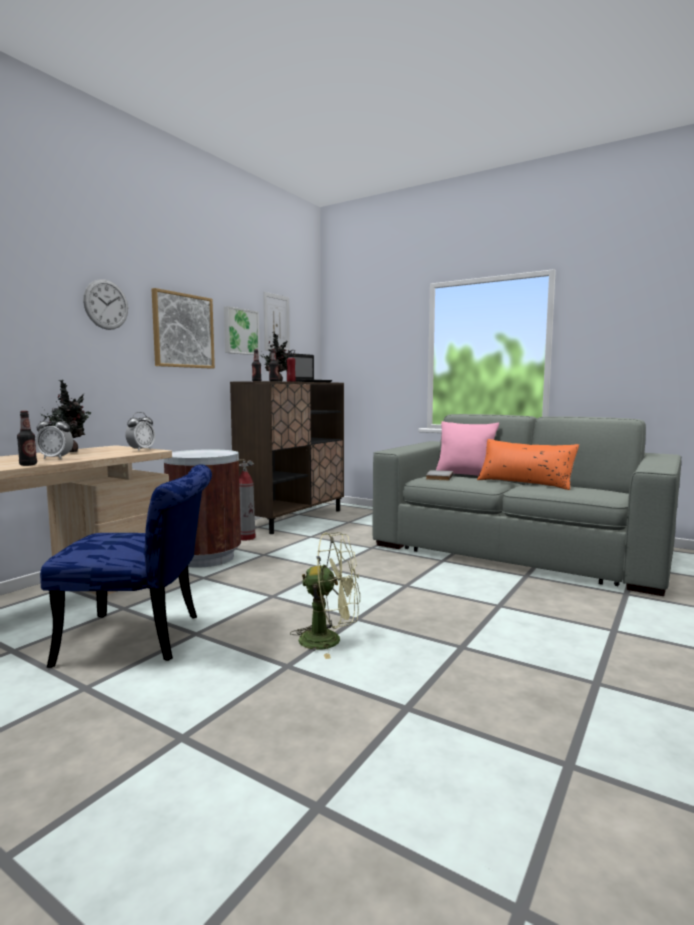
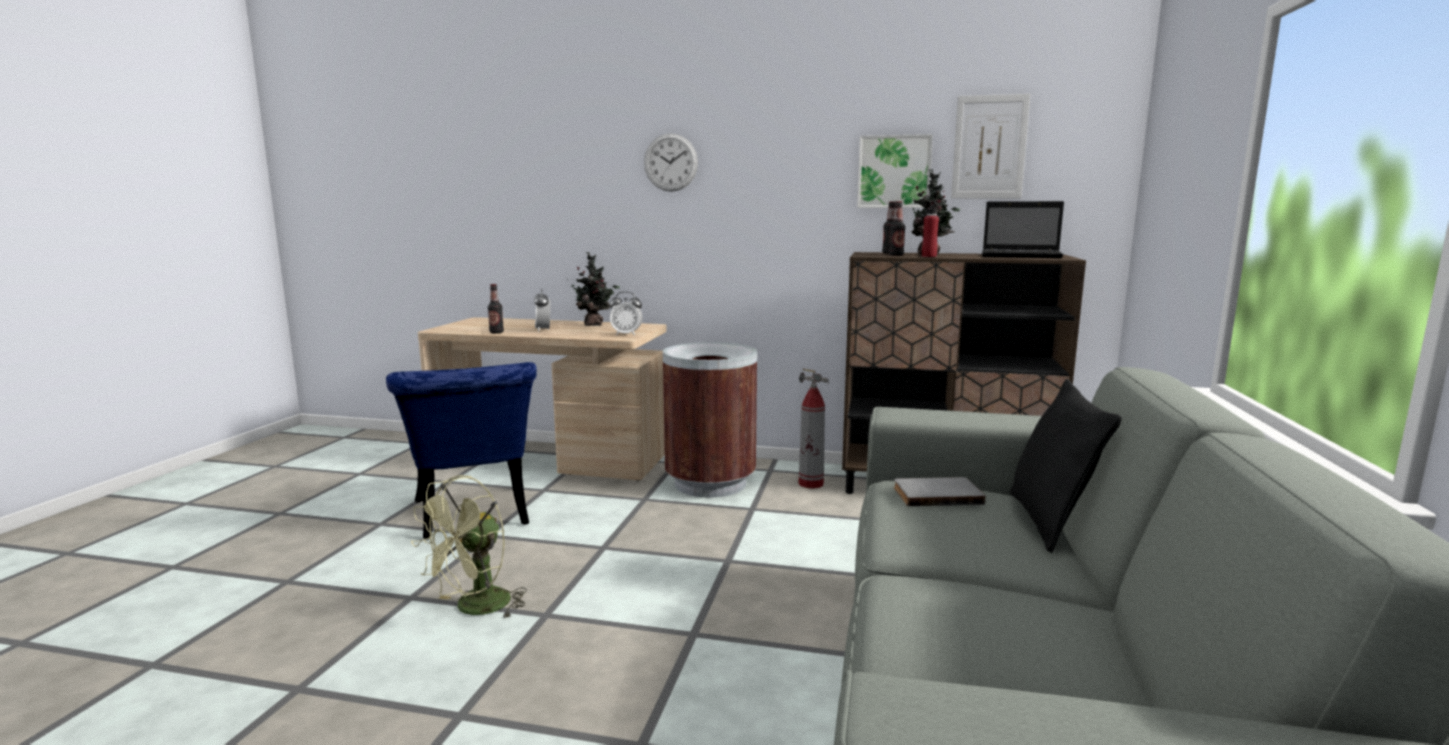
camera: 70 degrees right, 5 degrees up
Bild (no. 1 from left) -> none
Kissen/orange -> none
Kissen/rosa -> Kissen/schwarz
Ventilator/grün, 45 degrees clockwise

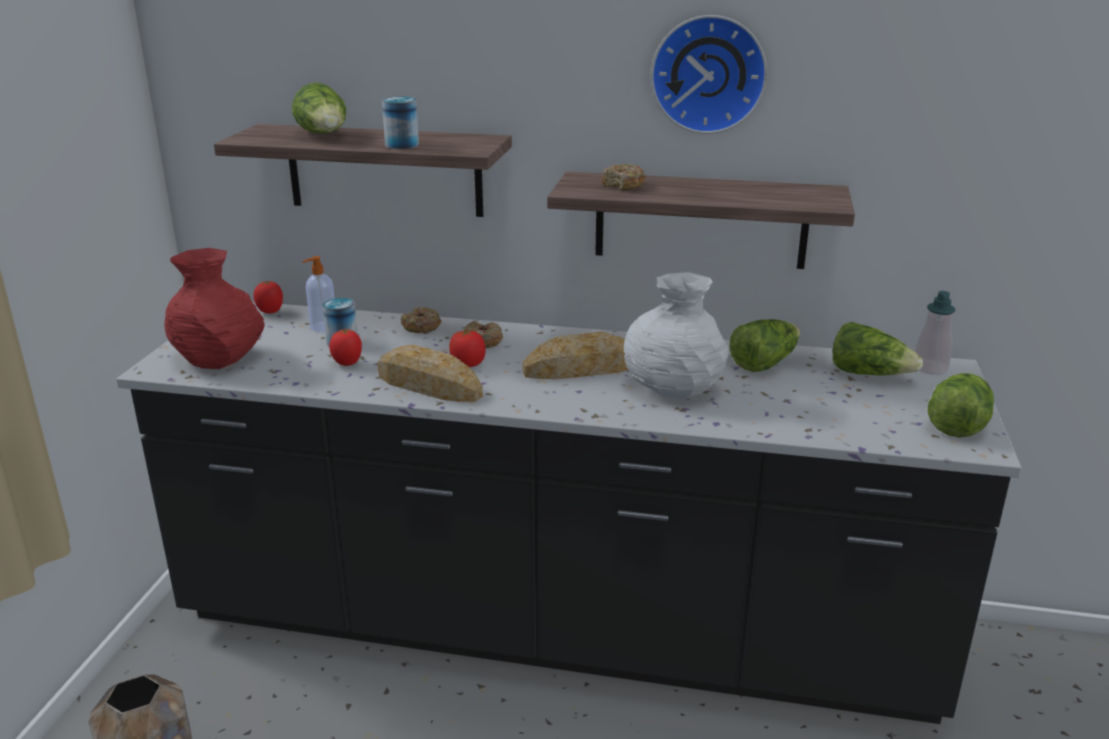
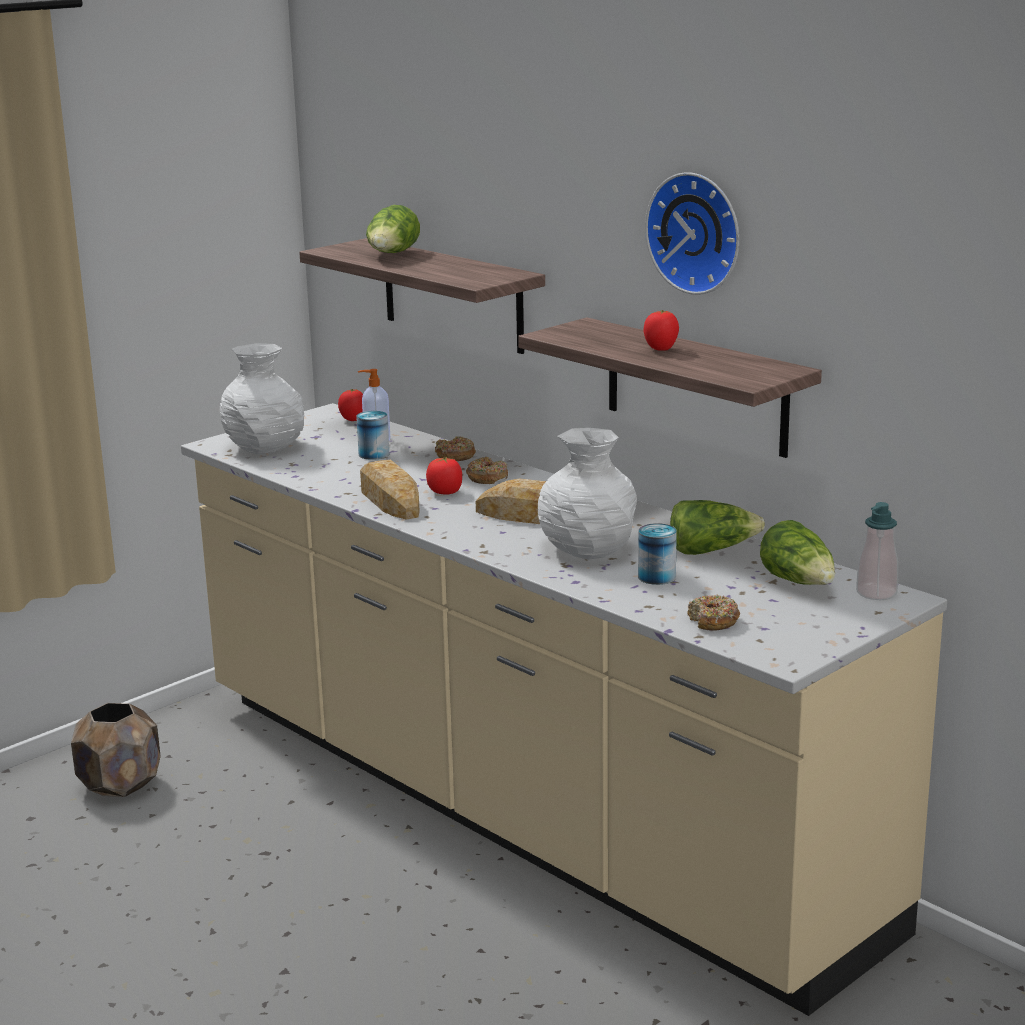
camera: 35 degrees right, 5 degrees down
Salatkopf (no. 4 from left) -> none
Tomate (no. 2 from left in the first image) -> Tomate (no. 3 from left), relocated
Dose (no. 2 from left), relocated
Donut (no. 3 from left), relocated
Küchenzeile/schwarz -> Küchenzeile/beige
Vase/rot -> Vase/weiß (no. 1 from left)

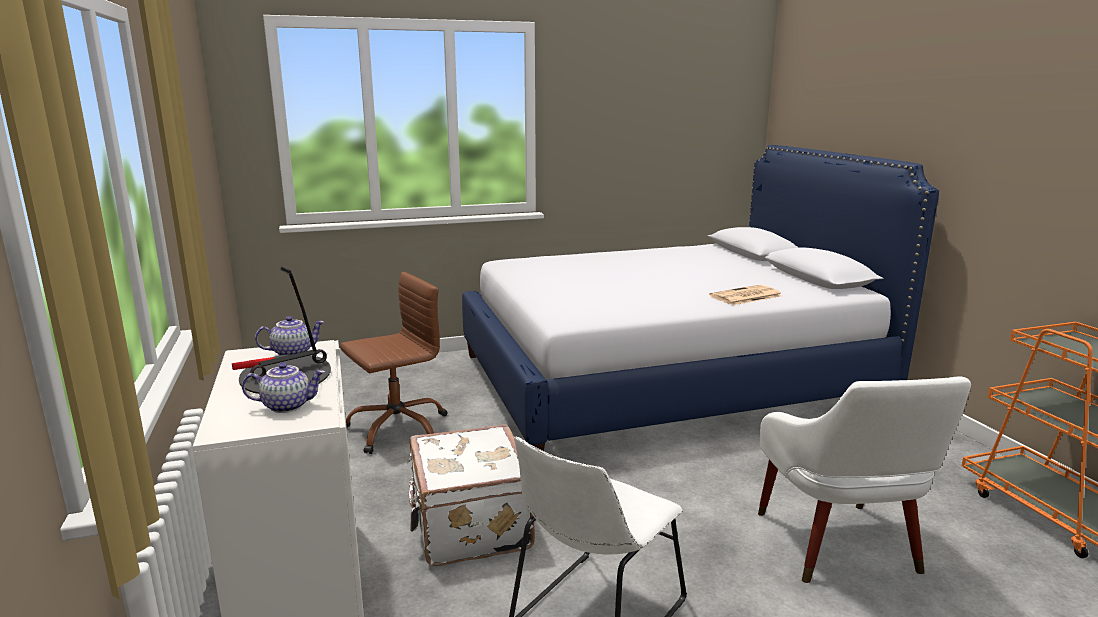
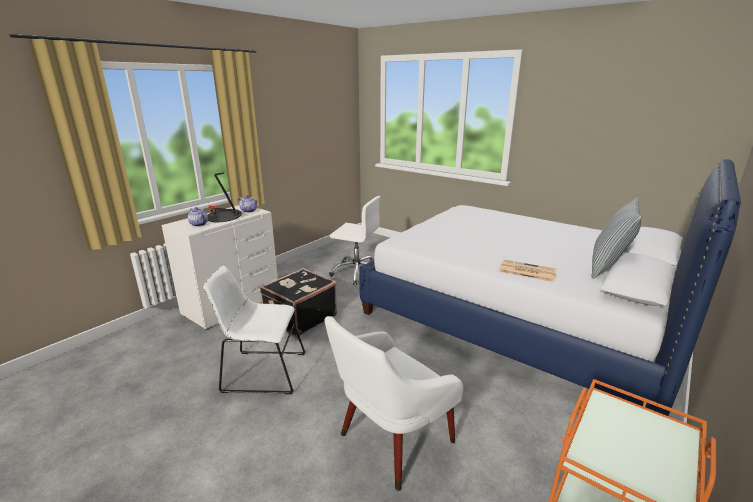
camera: 55 degrees right, 5 degrees up
none -> Kissen
Bürostuhl/braun -> Bürostuhl/weiß
Koffer/weiß -> Koffer/schwarz

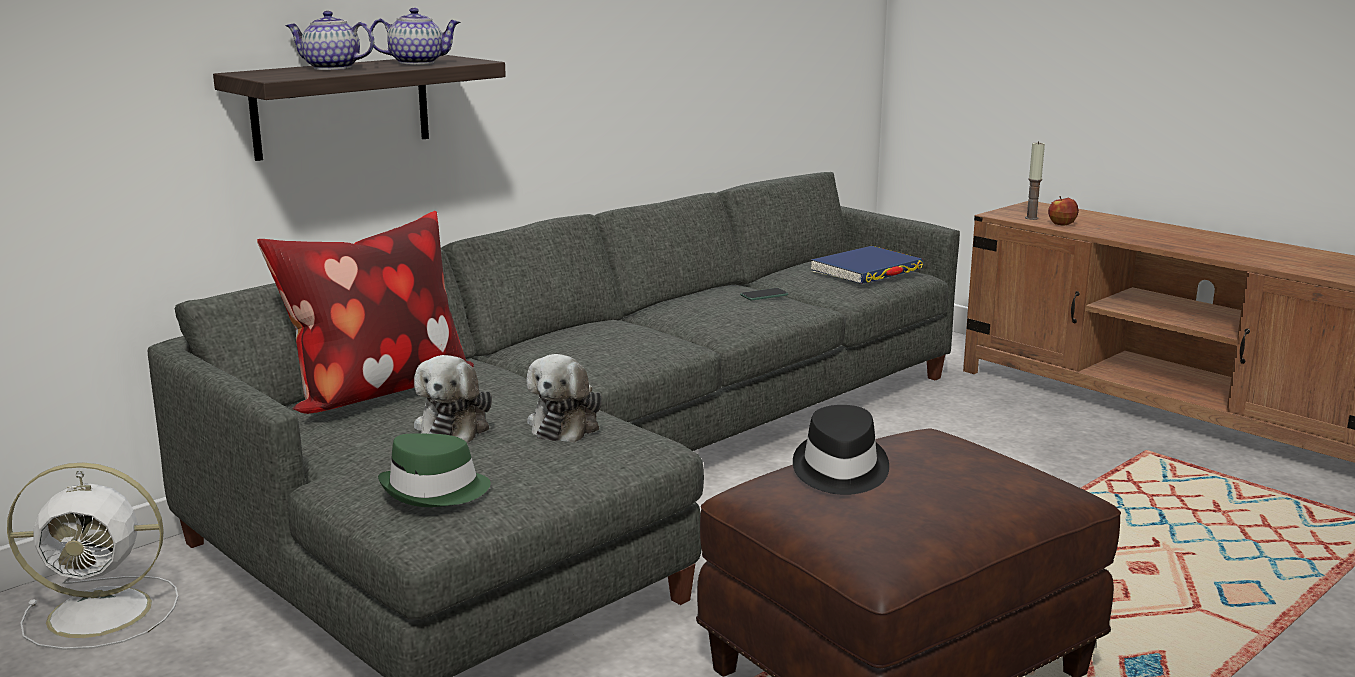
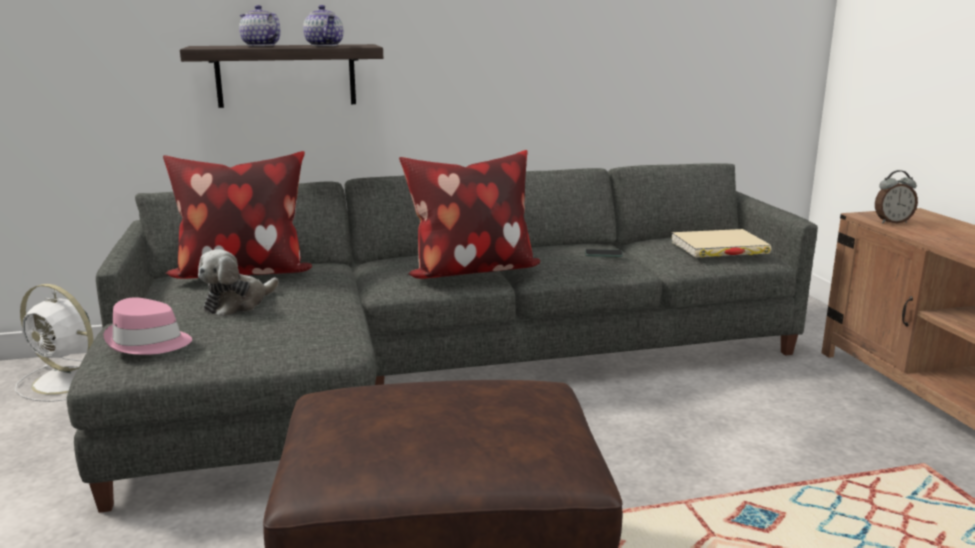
camera: 30 degrees right, 0 degrees up
Plüschtier (no. 2 from left) -> none
Hut/schwarz -> none
Apfel -> none
none -> Kissen (no. 2 from left)
Kerze -> Wecker
Hut/grün -> Hut/rosa
Buch/blau -> Buch/beige
Teekanne (no. 2 from left), 45 degrees clockwise

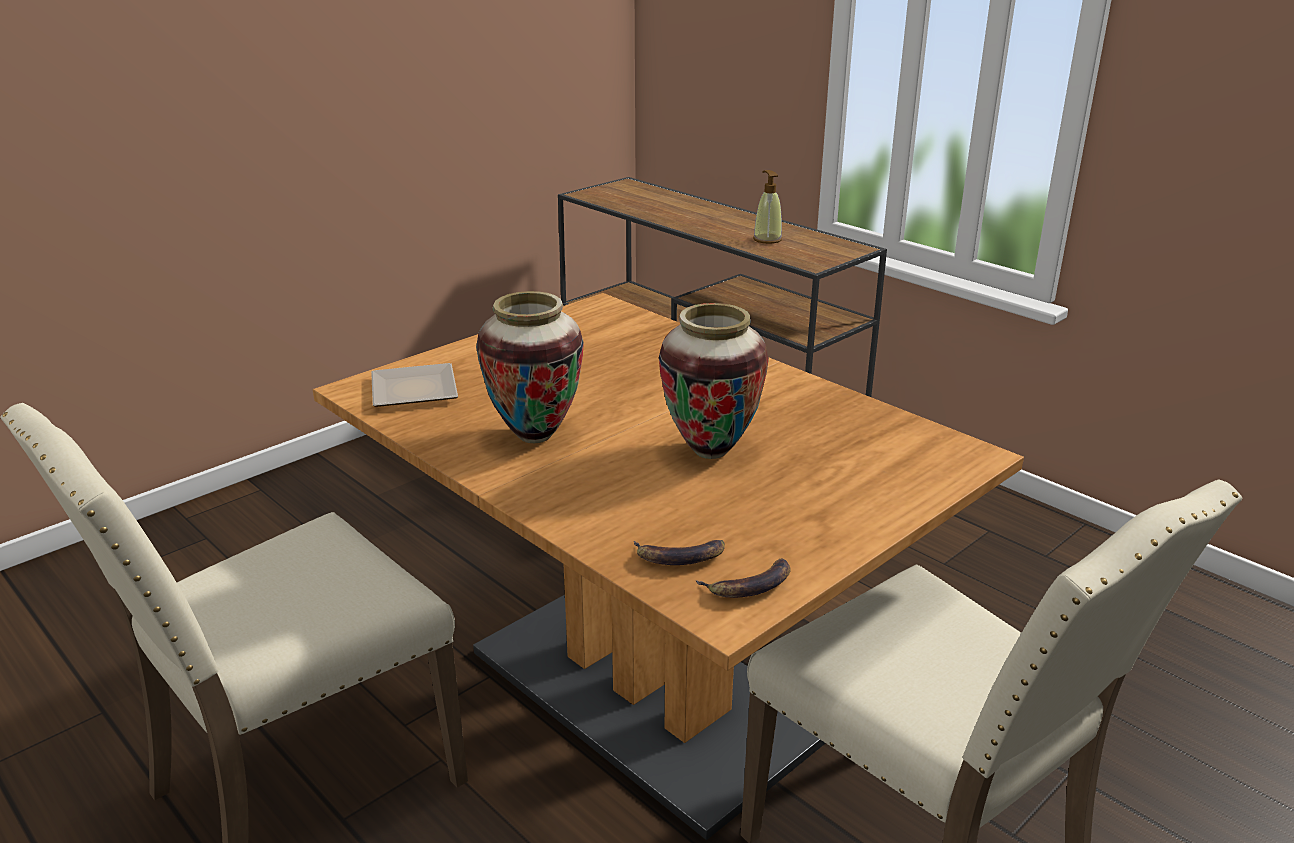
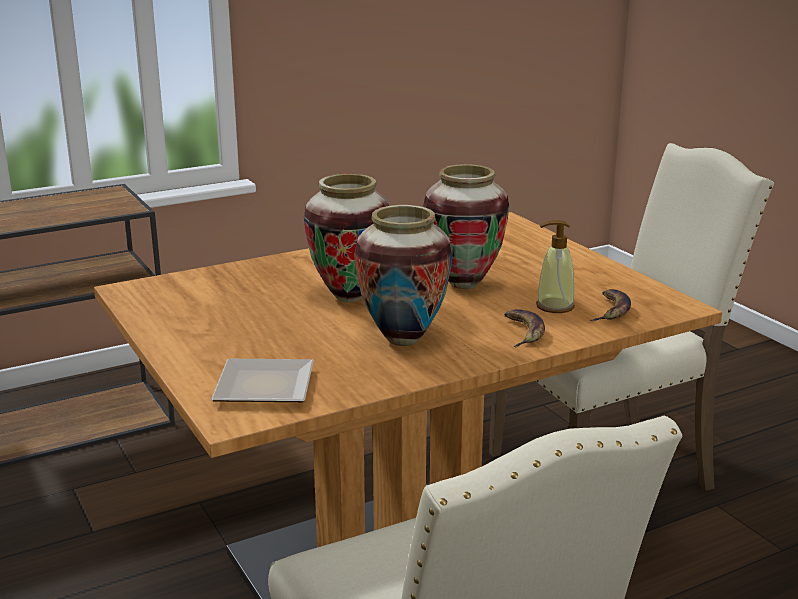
camera: 75 degrees left, 5 degrees down
none -> Vase (no. 1 from left)
Banane (no. 2 from left in the first image) -> Banane (no. 1 from left), relocated
Seifenspender, relocated

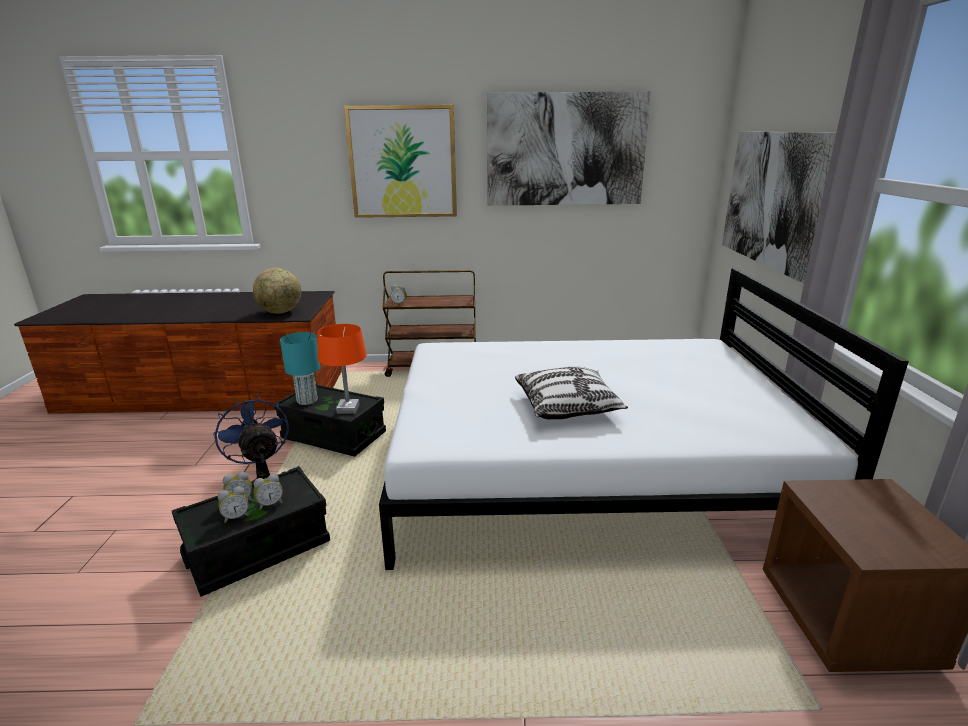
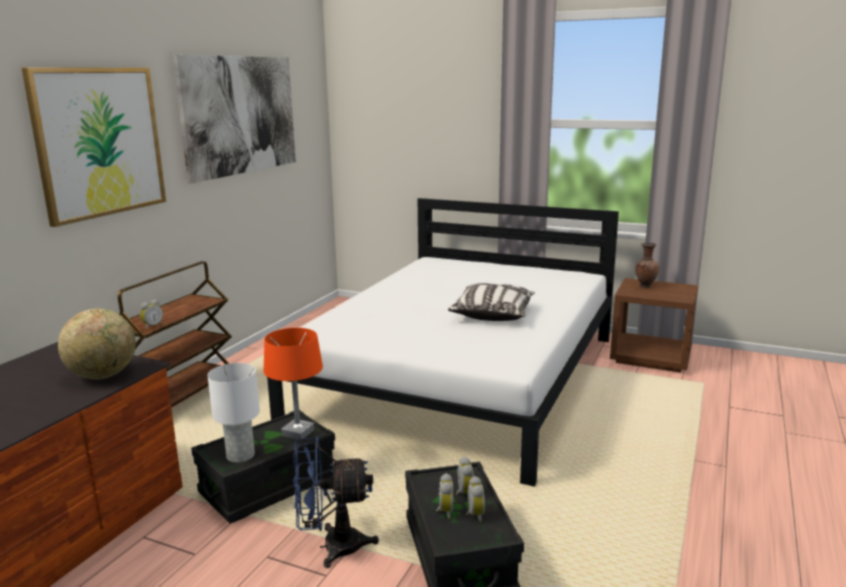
camera: 65 degrees left, 5 degrees down
Bild (no. 3 from left) -> none
none -> Vase/braun
Tischlampe/türkis -> Tischlampe/weiß

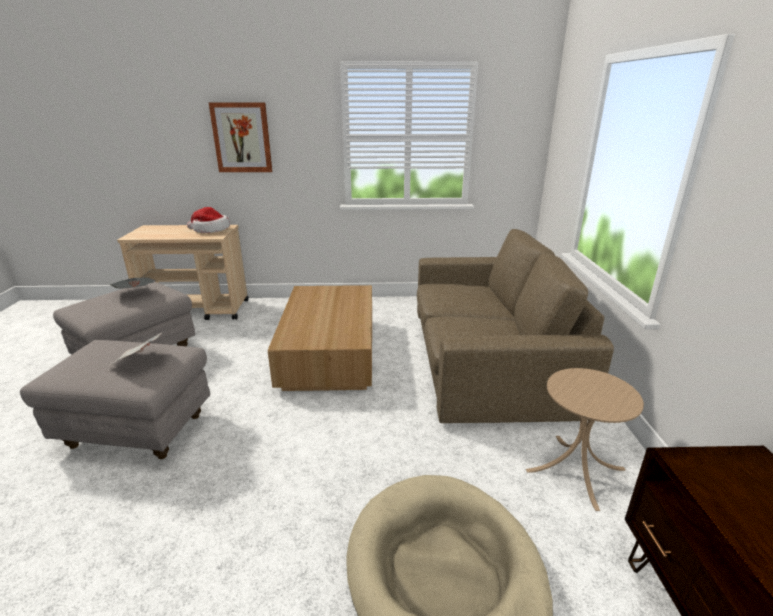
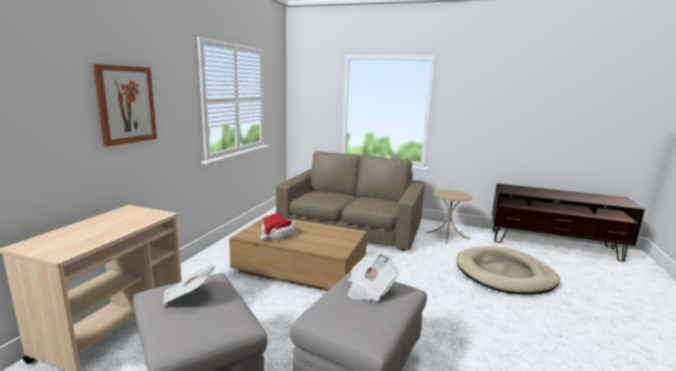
camera: 70 degrees left, 10 degrees down
Hut, relocated

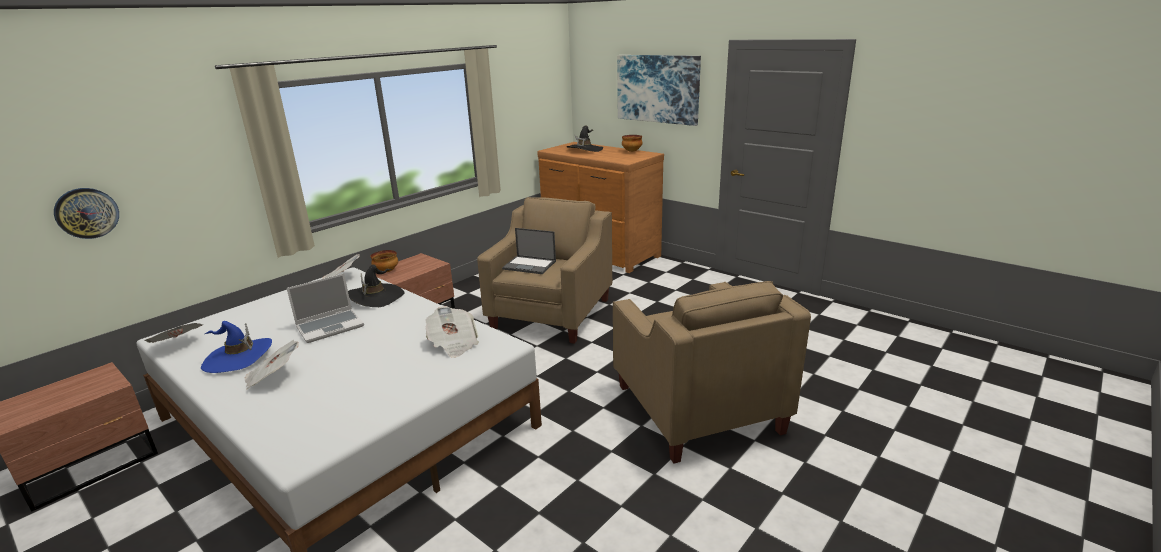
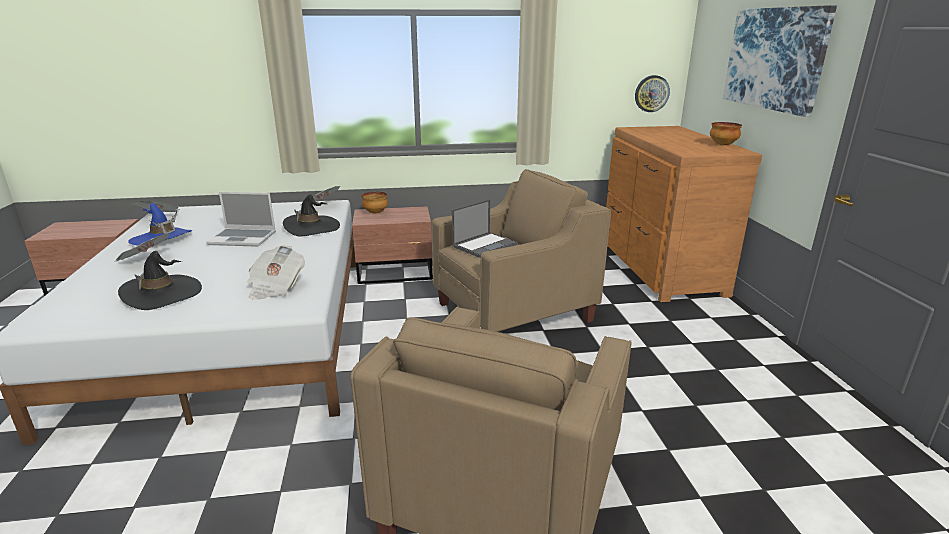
camera: 40 degrees right, 0 degrees up
Wanduhr, relocated
Hut/schwarz (no. 2 from left in the first image) -> Hut/schwarz (no. 1 from left), relocated
Laptop (no. 2 from left), 105 degrees counterclockwise

